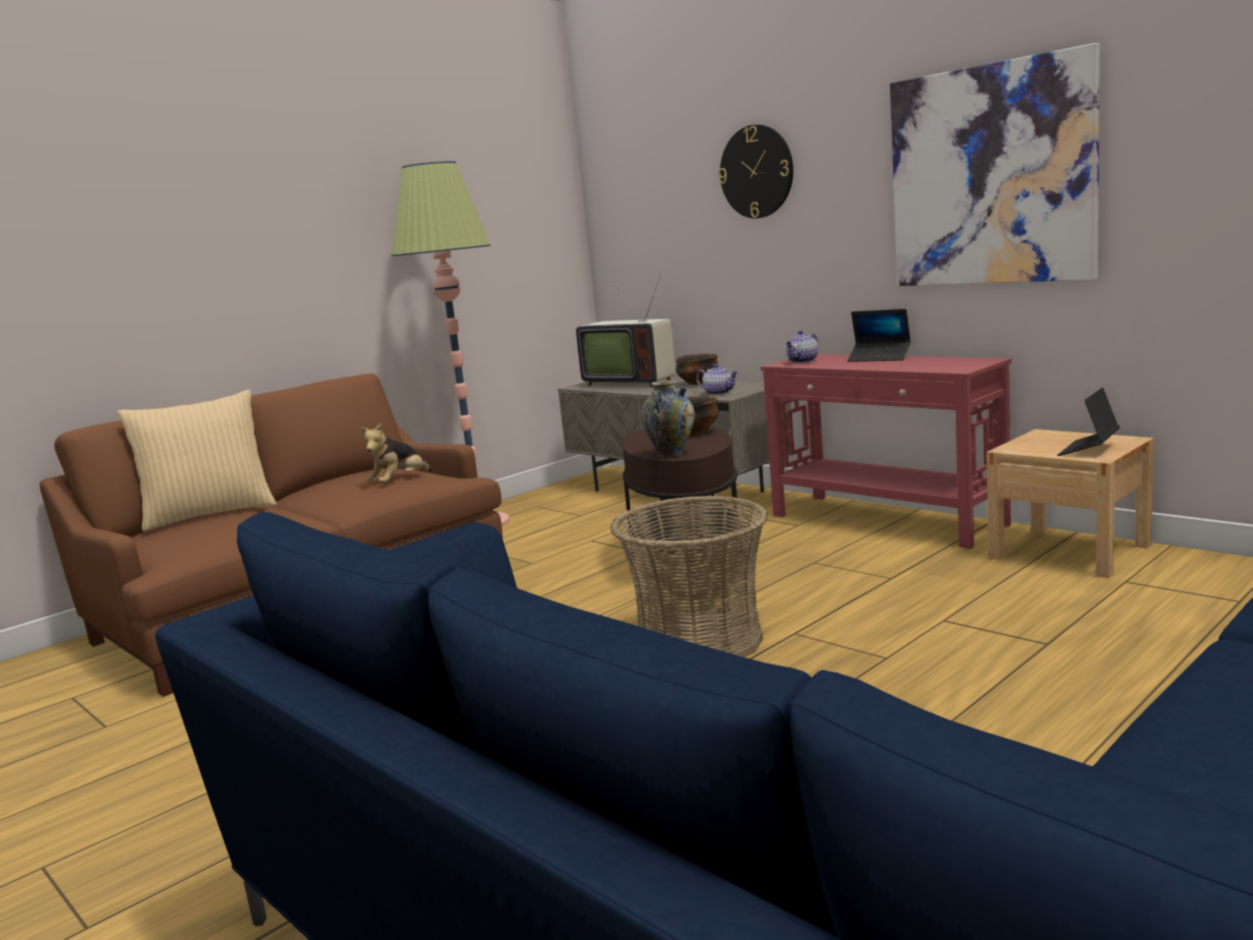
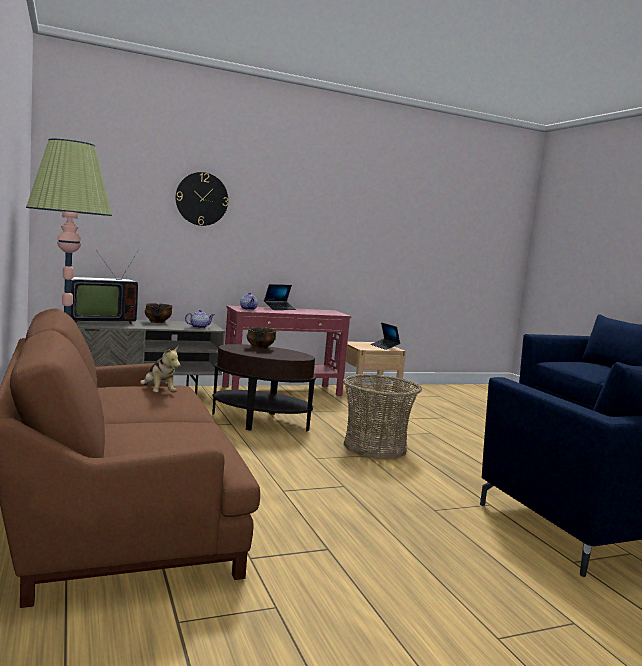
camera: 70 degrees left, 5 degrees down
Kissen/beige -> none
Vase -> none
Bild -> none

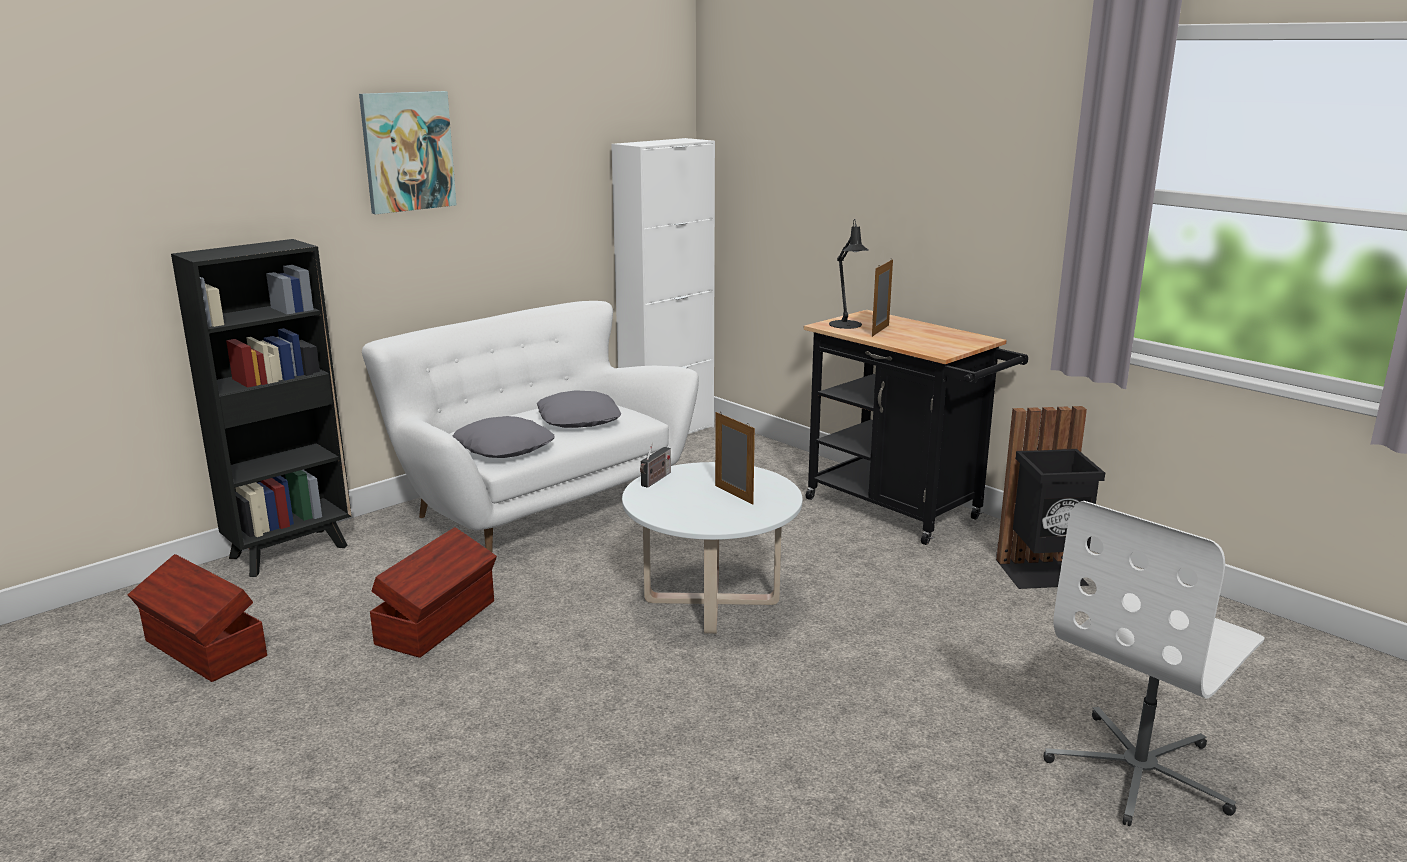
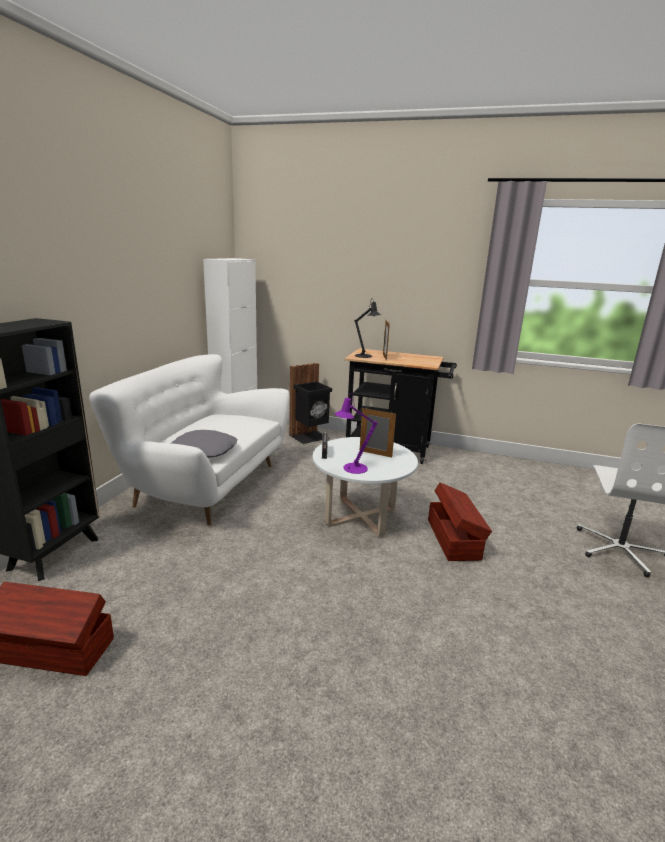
camera: 30 degrees left, 0 degrees up
Bild -> none
Kissen/grau (no. 2 from left) -> none
none -> Tischlampe/lila
Aufbewahrungsbox/braun (no. 2 from left), relocated
Mülleimer/schwarz, relocated

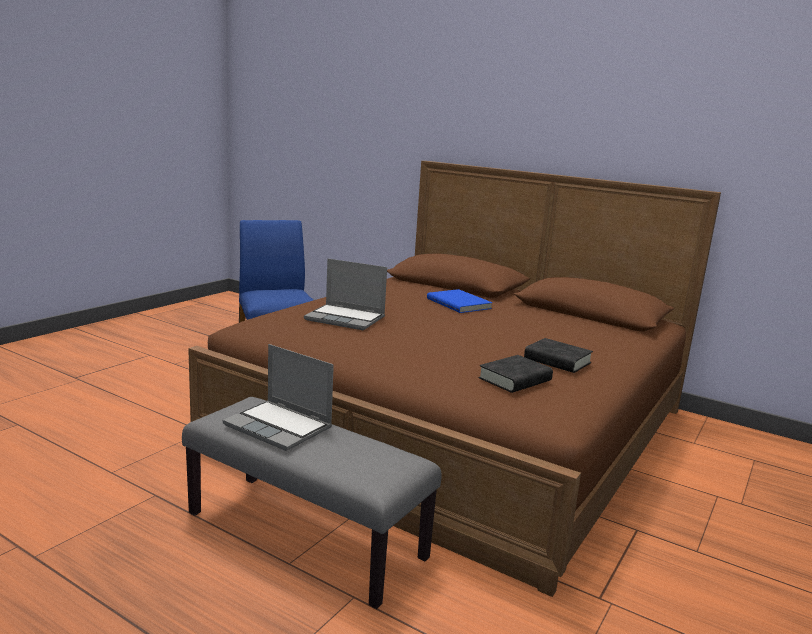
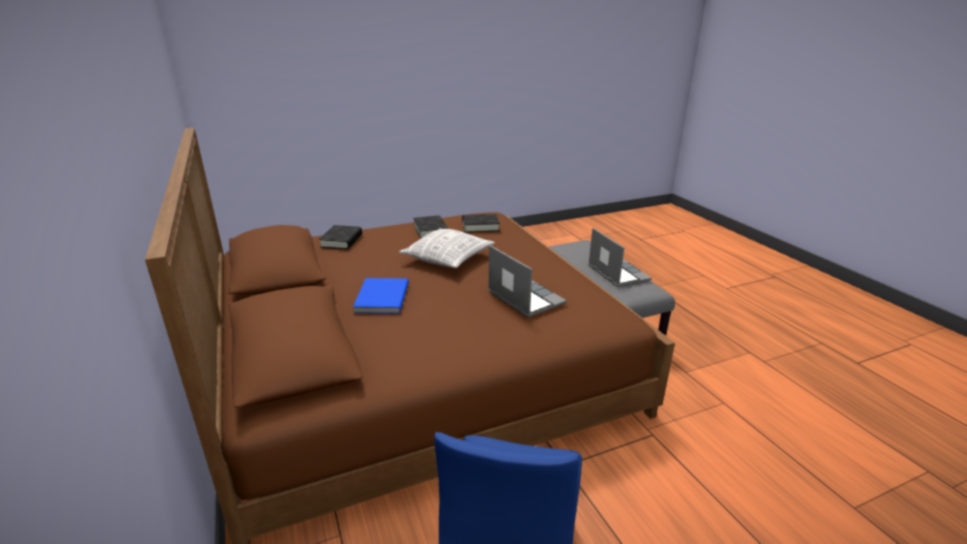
camera: 145 degrees left, 10 degrees up
none -> Buch/schwarz (no. 1 from left)
none -> Kissen

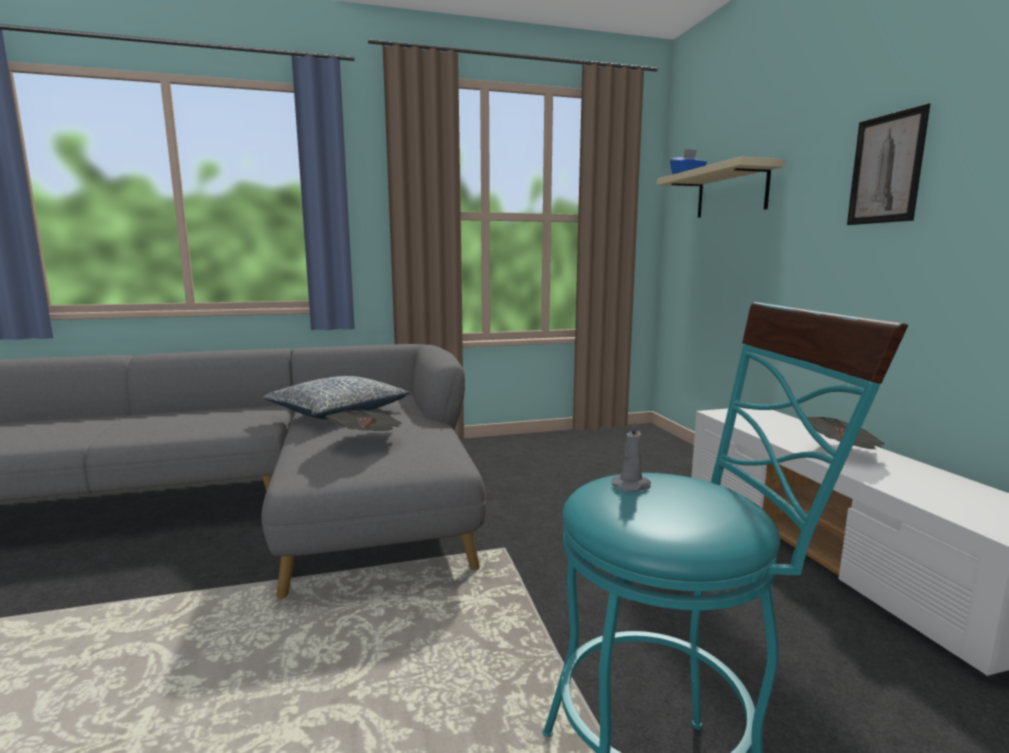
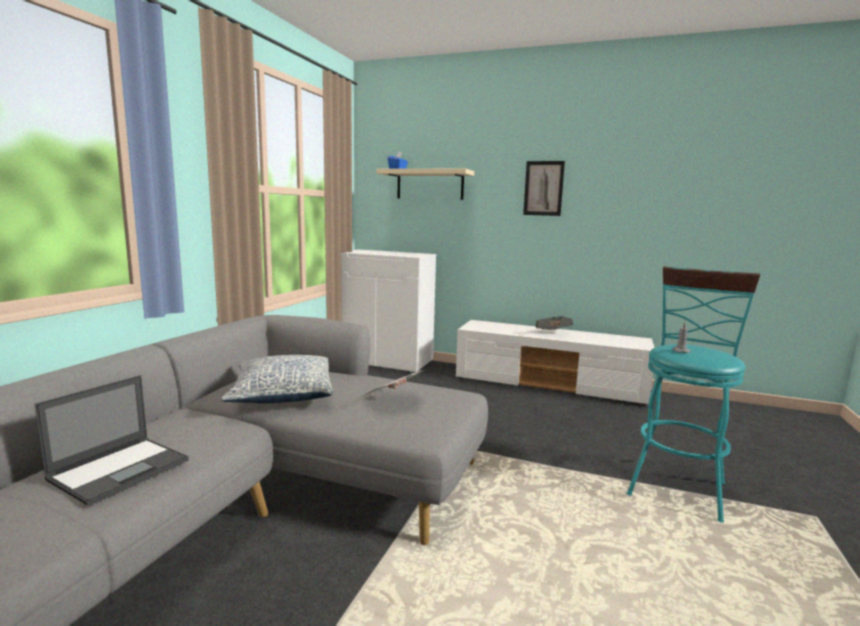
camera: 55 degrees left, 0 degrees up
none -> Laptop
none -> Schrank/weiß

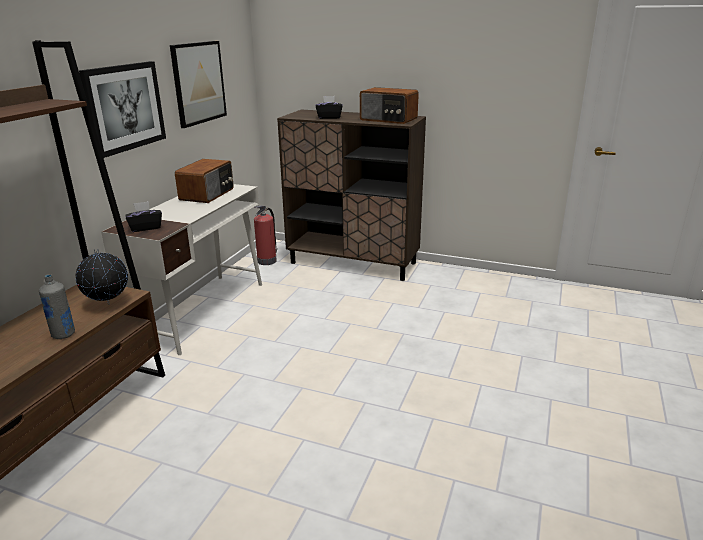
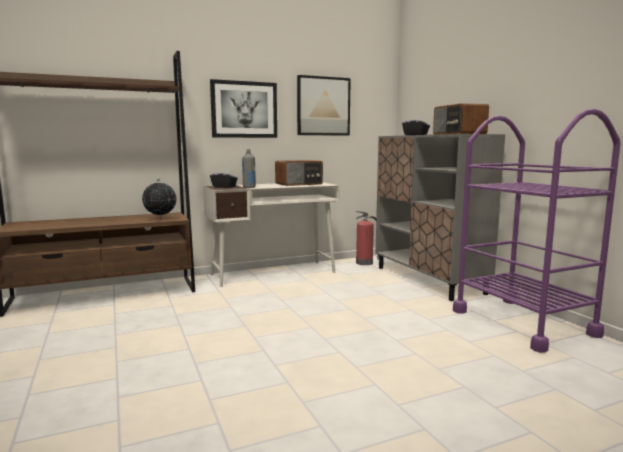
camera: 45 degrees right, 15 degrees down
none -> Rollwagen/lila
Flasche/grau, relocated
Schrank/braun -> Schrank/grau

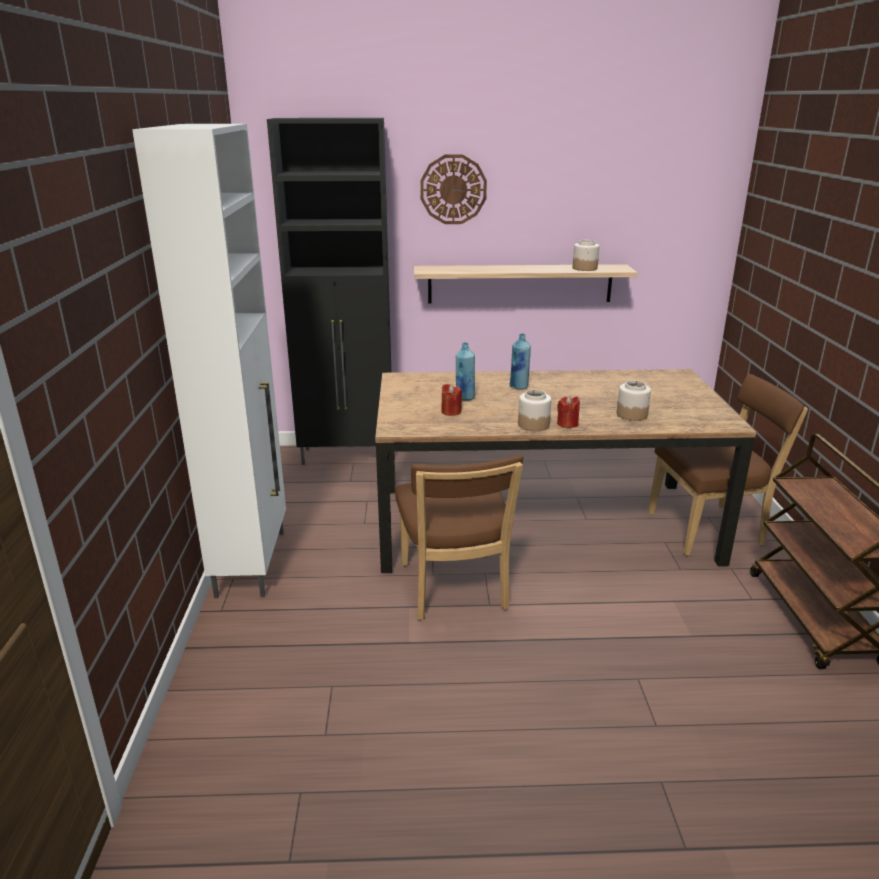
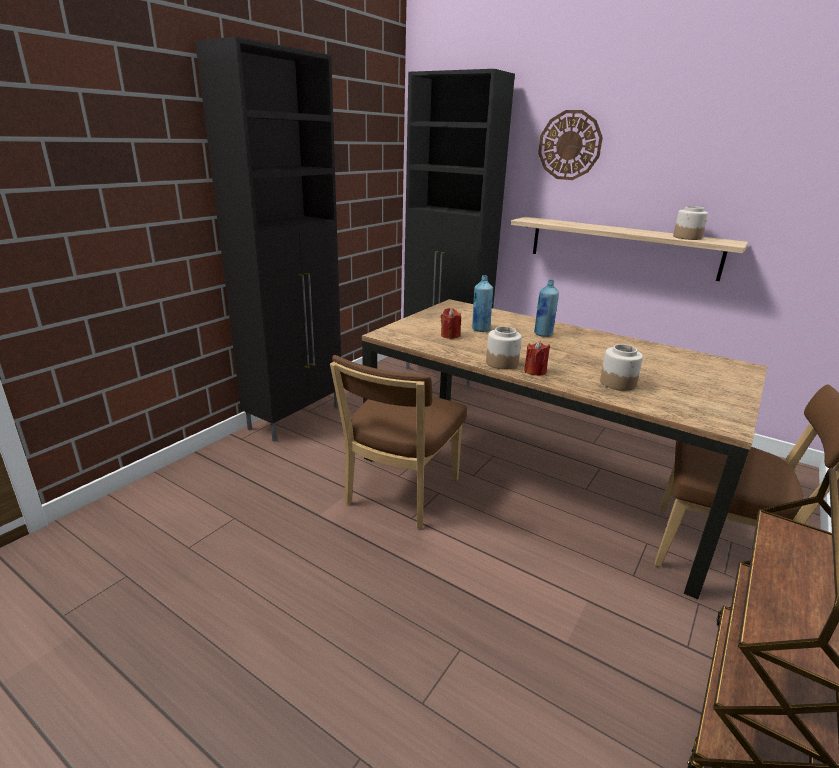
camera: 35 degrees right, 0 degrees up
Schrank/weiß -> Schrank/schwarz (no. 1 from left)

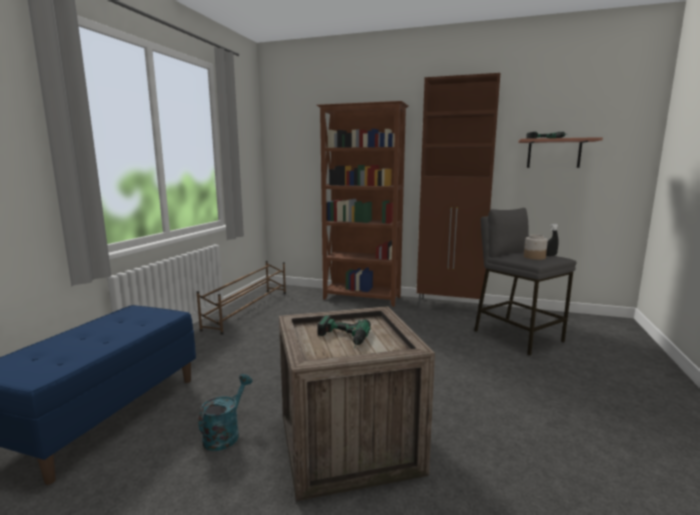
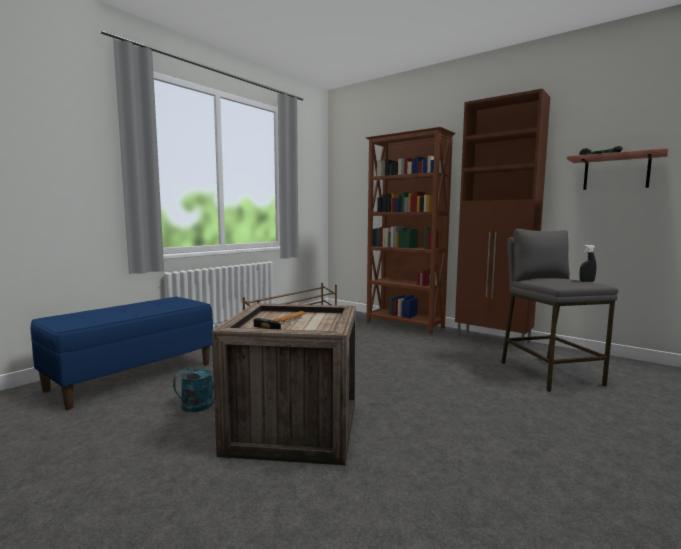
camera: 20 degrees right, 5 degrees down
Vorratsglas -> none
Bohrmaschine (no. 1 from left) -> Hammer

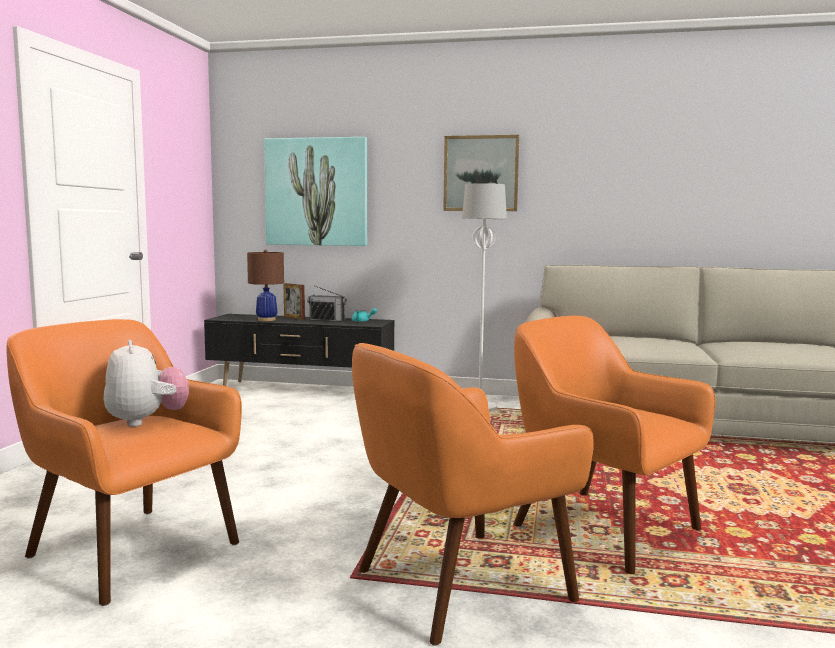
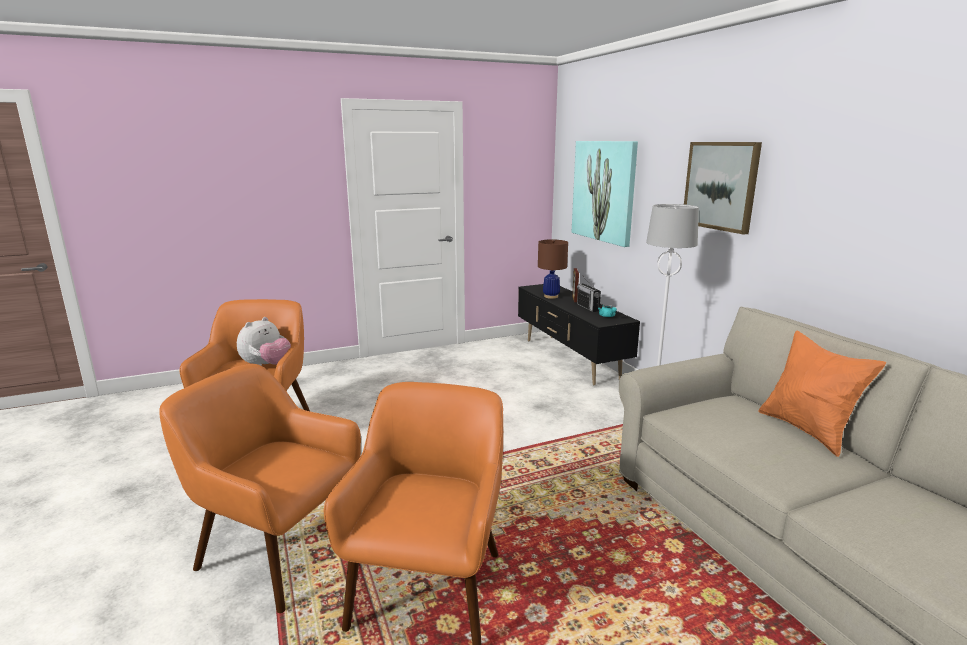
camera: 55 degrees right, 10 degrees up
none -> Kissen/orange

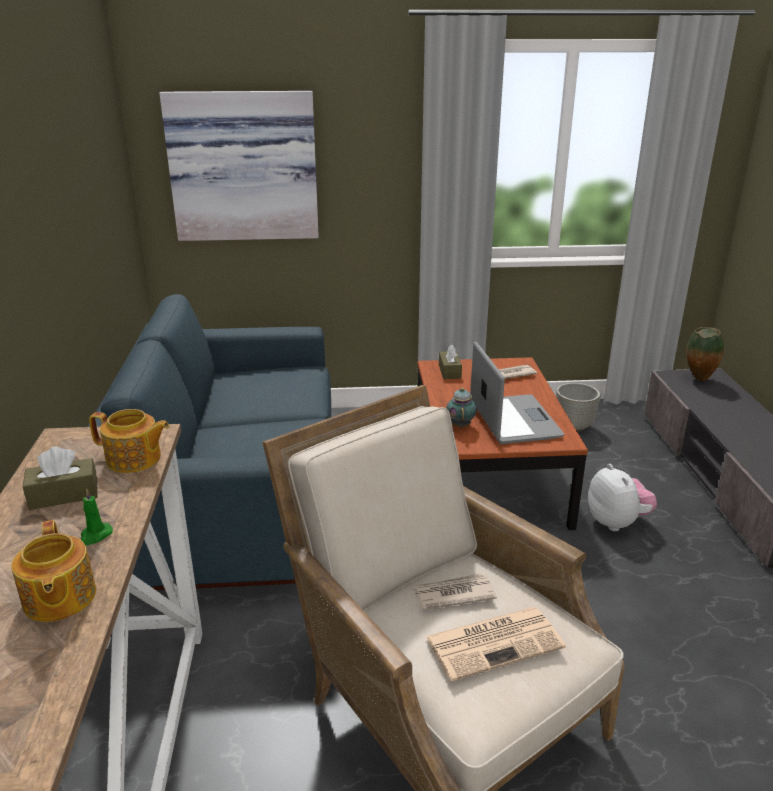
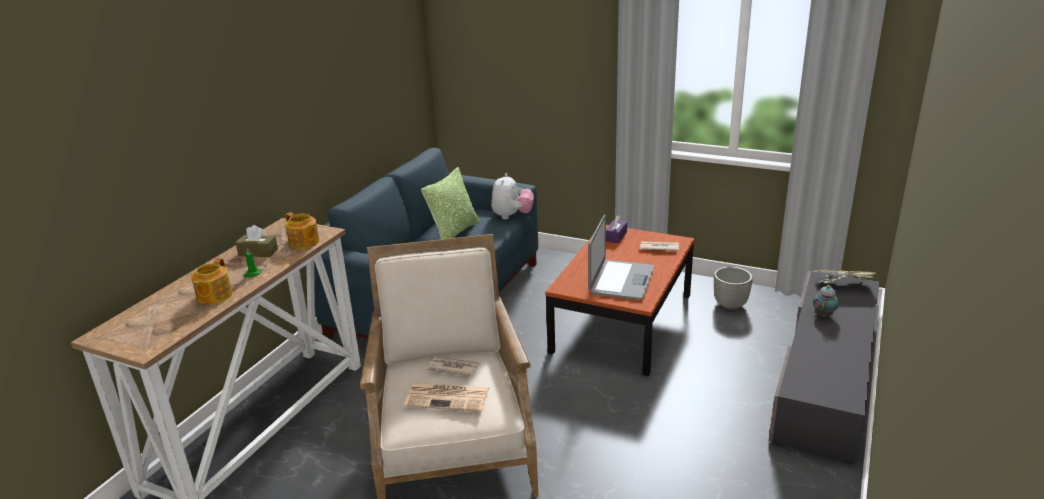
camera: 30 degrees right, 0 degrees up
Bild -> none
none -> Kissen
Teekanne (no. 3 from left), relocated
Plüschtier, relocated
Vase -> Buch
Taschentuchbox/braun (no. 2 from left) -> Taschentuchbox/lila

